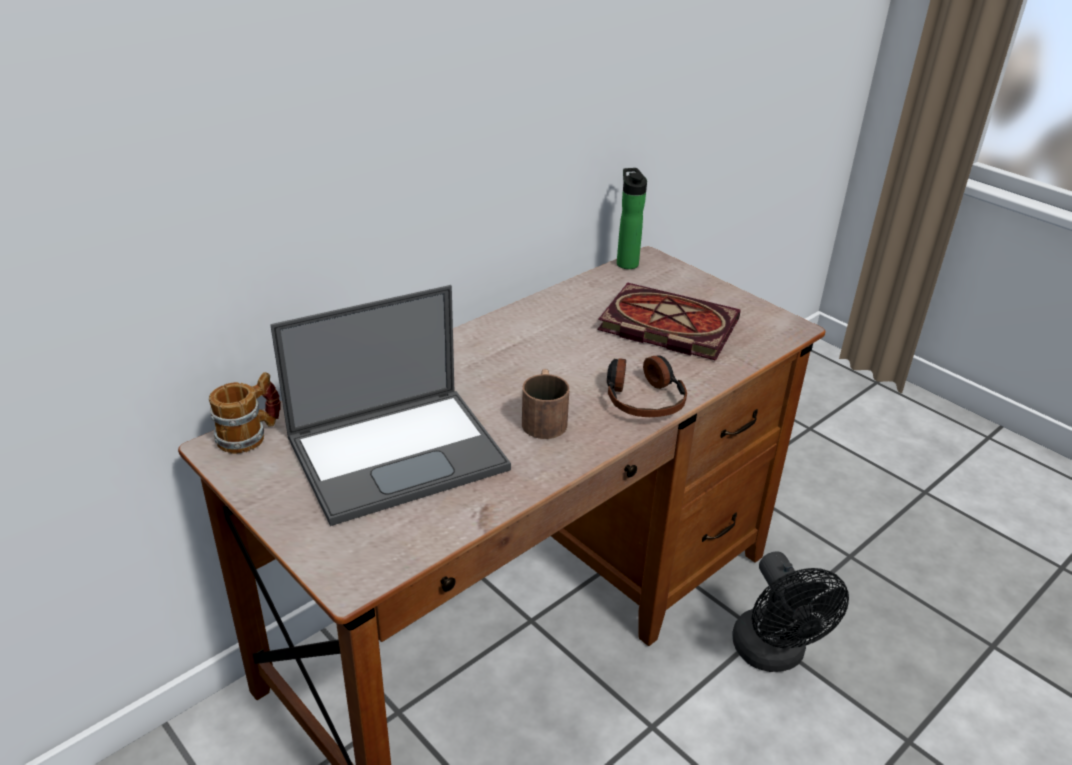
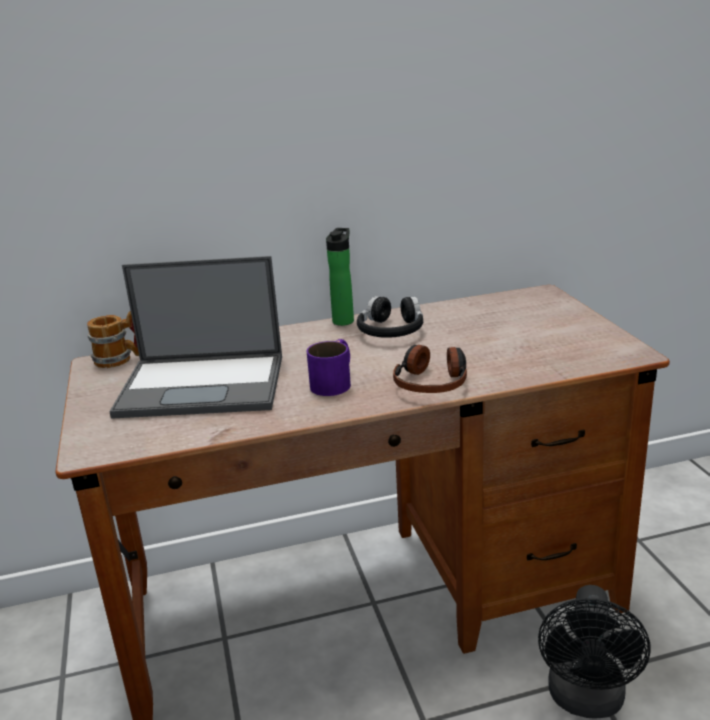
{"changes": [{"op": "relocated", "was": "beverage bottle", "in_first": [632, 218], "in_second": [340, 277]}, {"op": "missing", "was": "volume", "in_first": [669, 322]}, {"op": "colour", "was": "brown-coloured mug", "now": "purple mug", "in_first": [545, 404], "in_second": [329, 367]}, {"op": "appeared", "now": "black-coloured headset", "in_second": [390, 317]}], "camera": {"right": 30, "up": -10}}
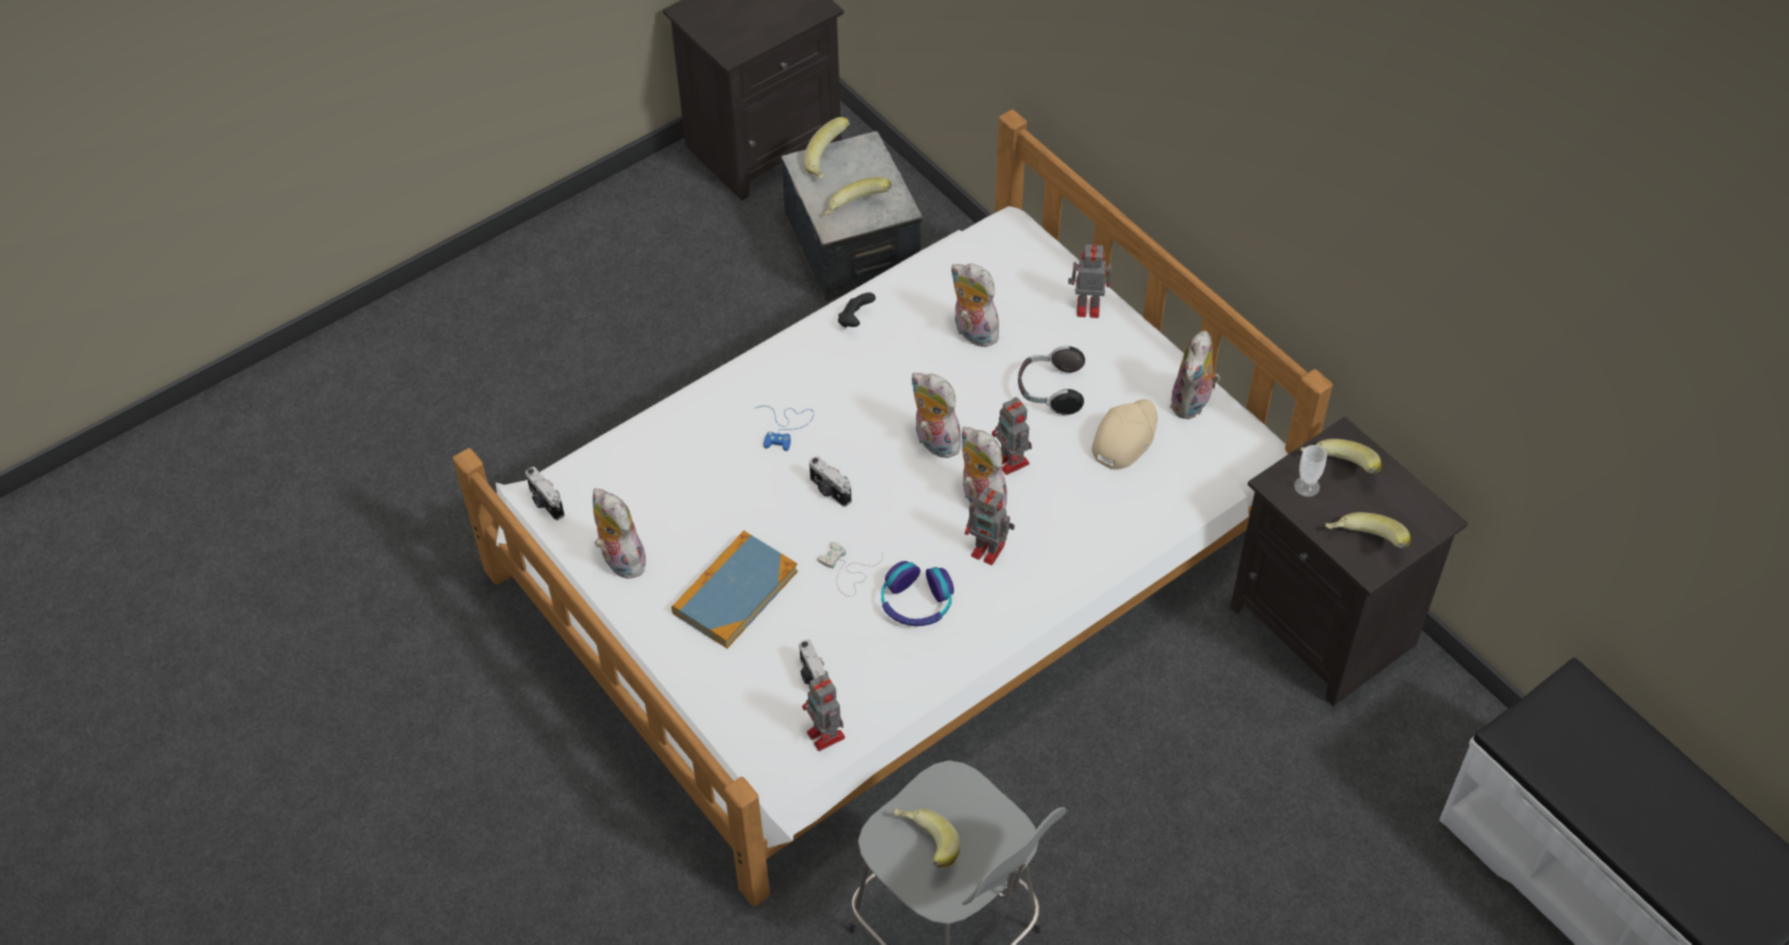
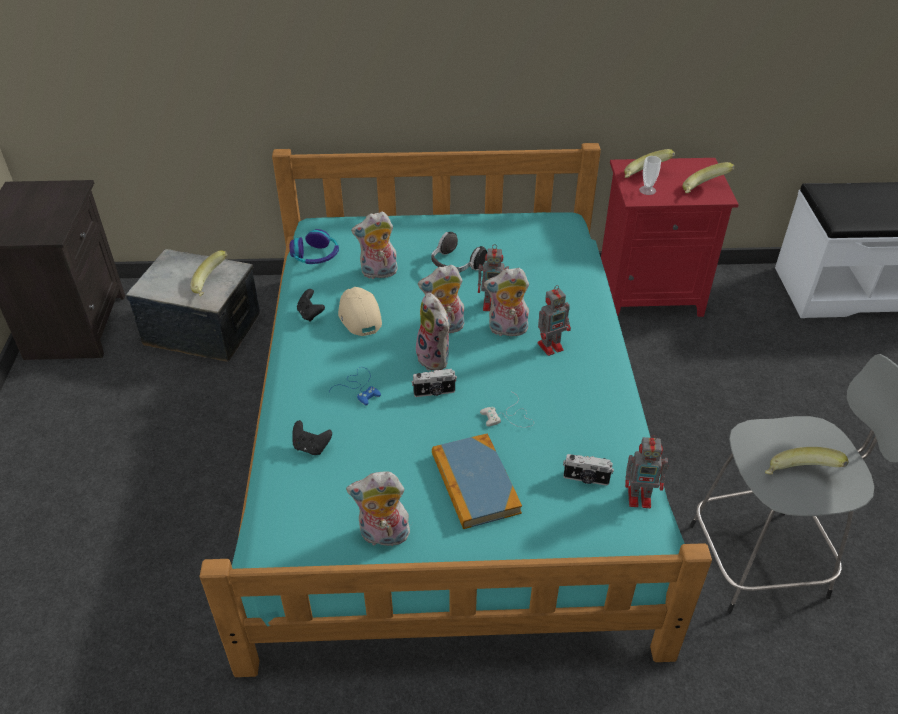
{"changes": [{"op": "colour", "was": "white-coloured sleeping bed", "now": "turquoise-coloured sleeping bed", "in_first": [893, 508], "in_second": [455, 410]}, {"op": "missing", "was": "whole banana", "in_first": [827, 148]}, {"op": "missing", "was": "robot figure", "in_first": [1090, 280]}, {"op": "relocated", "was": "cuddly toy", "in_first": [1195, 375], "in_second": [432, 332]}, {"op": "relocated", "was": "beige peaked cap", "in_first": [1125, 434], "in_second": [360, 311]}, {"op": "colour", "was": "black-coloured night table", "now": "red-coloured night table", "in_first": [1349, 561], "in_second": [670, 237]}, {"op": "missing", "was": "still camera", "in_first": [544, 493]}, {"op": "relocated", "was": "headset", "in_first": [917, 593], "in_second": [314, 246]}, {"op": "appeared", "now": "black-coloured game controller", "in_second": [312, 437]}], "camera": {"right": -55, "up": -10}}
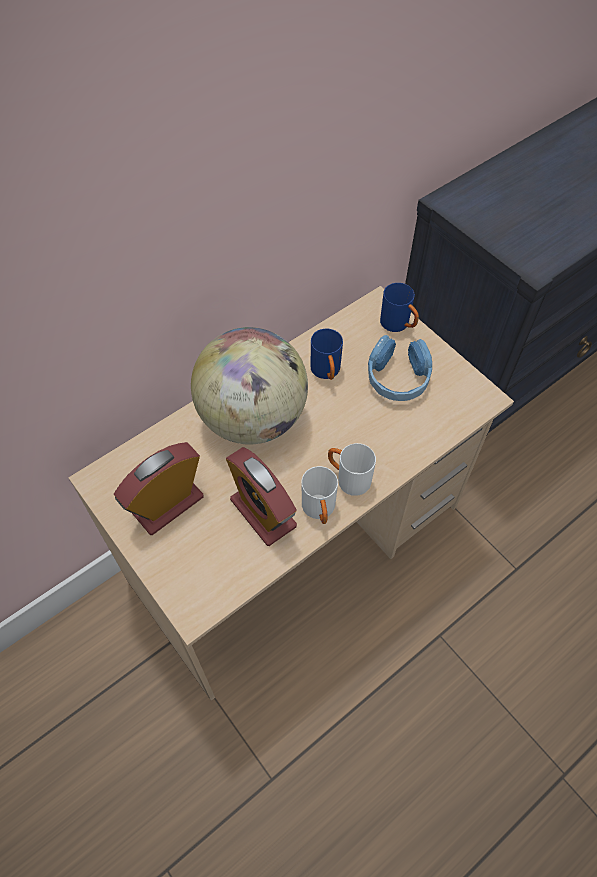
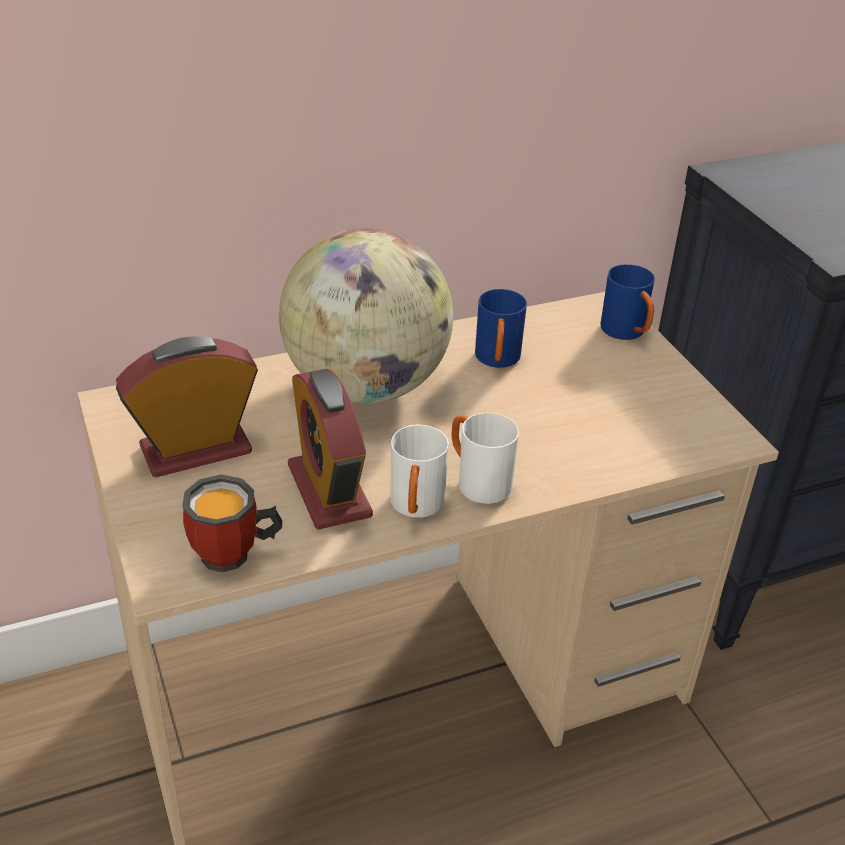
{"changes": [{"op": "missing", "was": "blue headset", "in_first": [400, 368]}, {"op": "appeared", "now": "mug", "in_second": [232, 523]}], "camera": {"right": 15, "up": -20}}
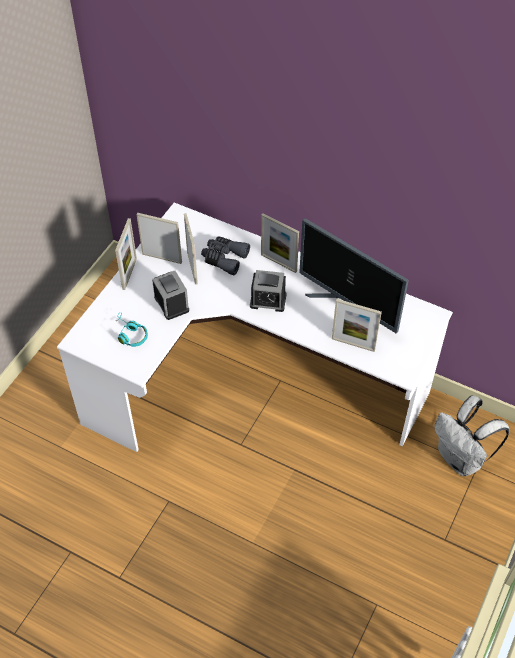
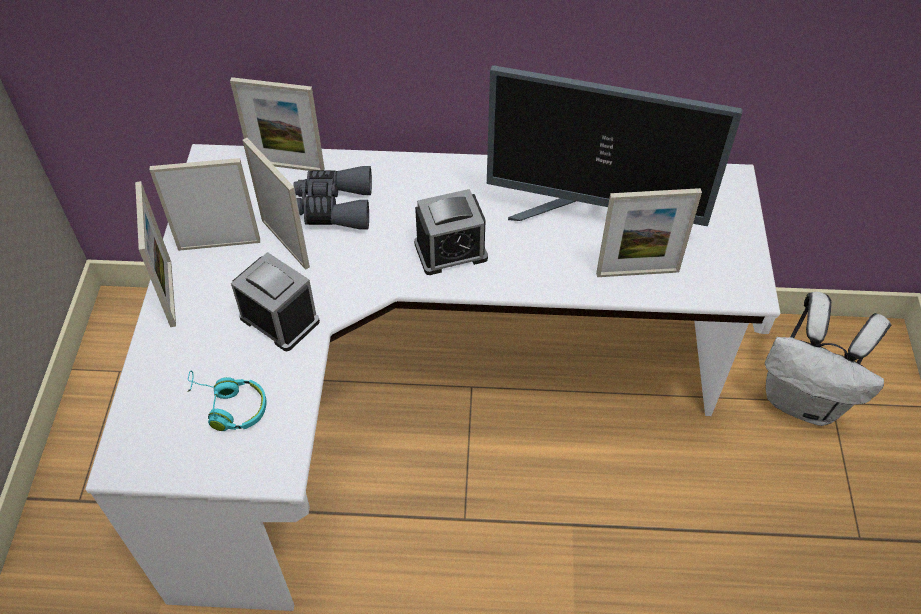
{"changes": [{"op": "relocated", "was": "picture frame", "in_first": [280, 243], "in_second": [277, 124]}], "camera": {"right": -25, "up": 0}}
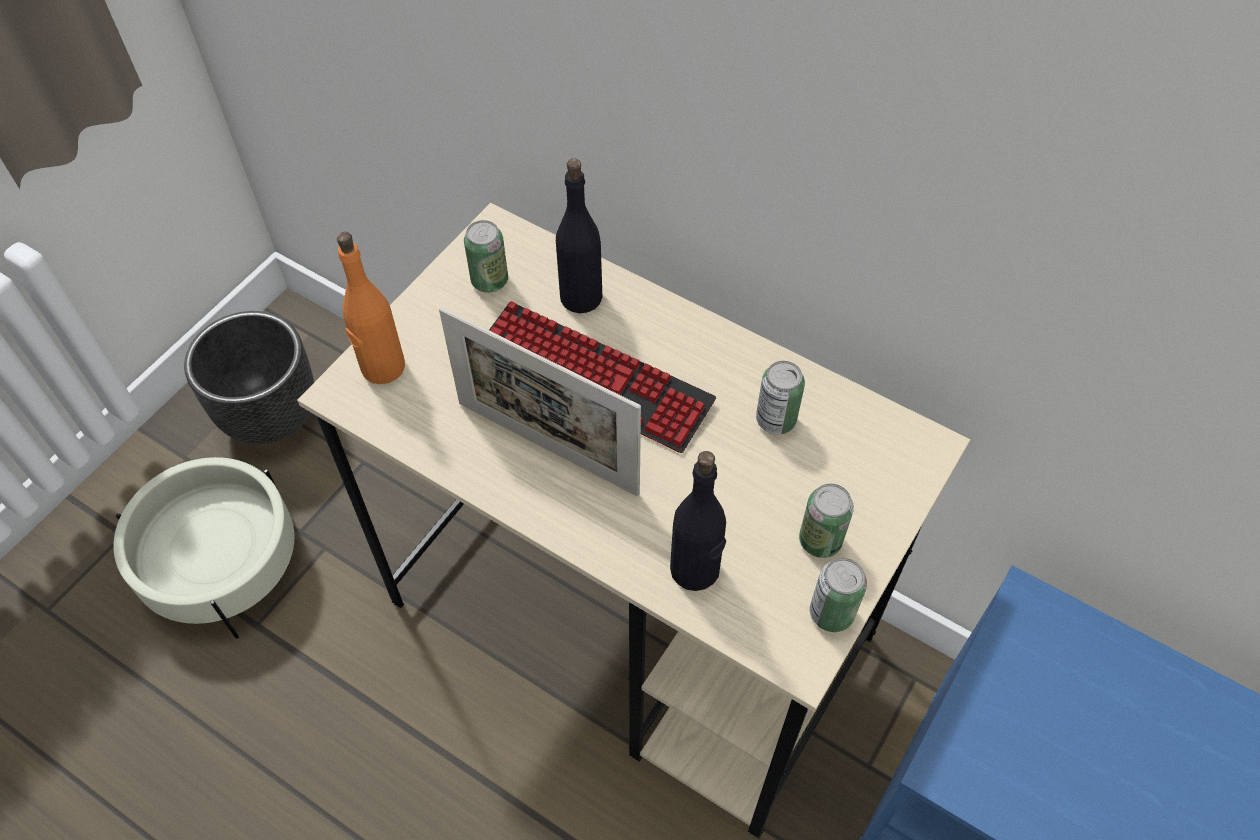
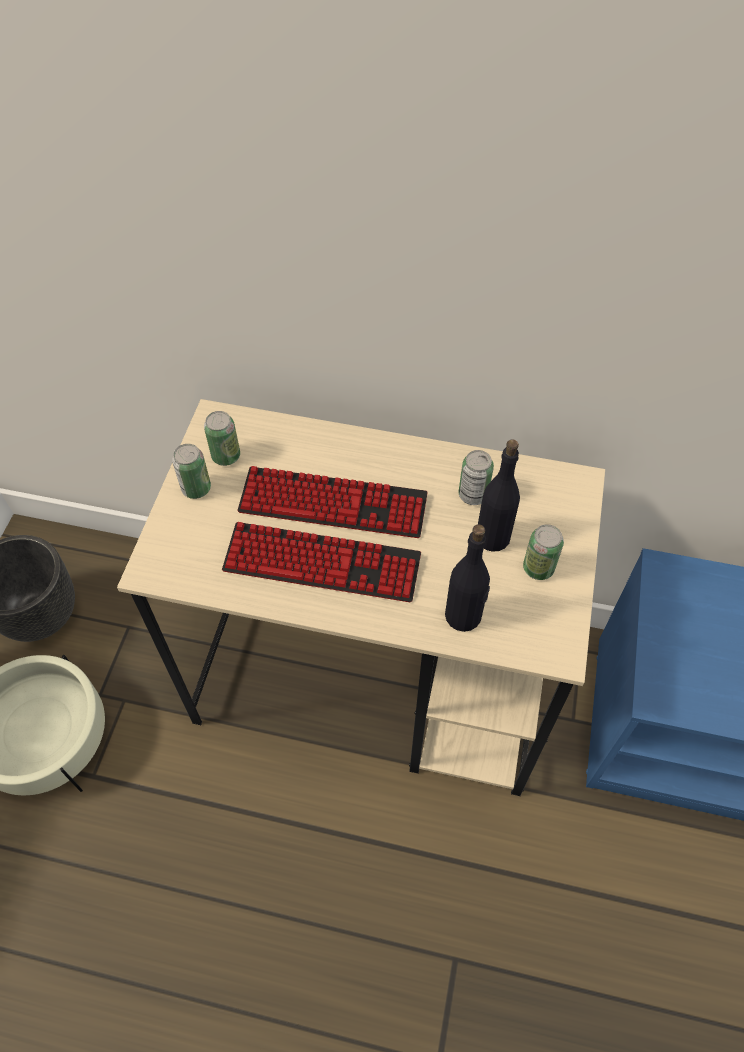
{"changes": [{"op": "relocated", "was": "black-coloured beverage bottle", "in_first": [579, 235], "in_second": [499, 495]}, {"op": "missing", "was": "orangey beverage bottle", "in_first": [371, 308]}, {"op": "exchanged", "was": "picture frame", "now": "keyboard", "in_first": [540, 401], "in_second": [321, 562]}, {"op": "relocated", "was": "sealed can", "in_first": [838, 595], "in_second": [191, 471]}], "camera": {"right": -20, "up": 0}}
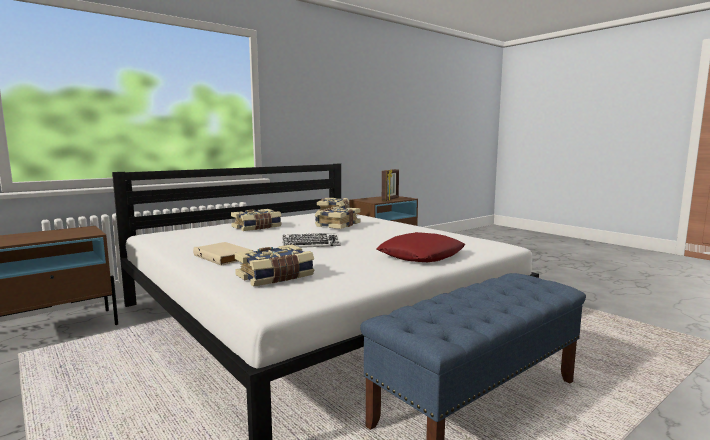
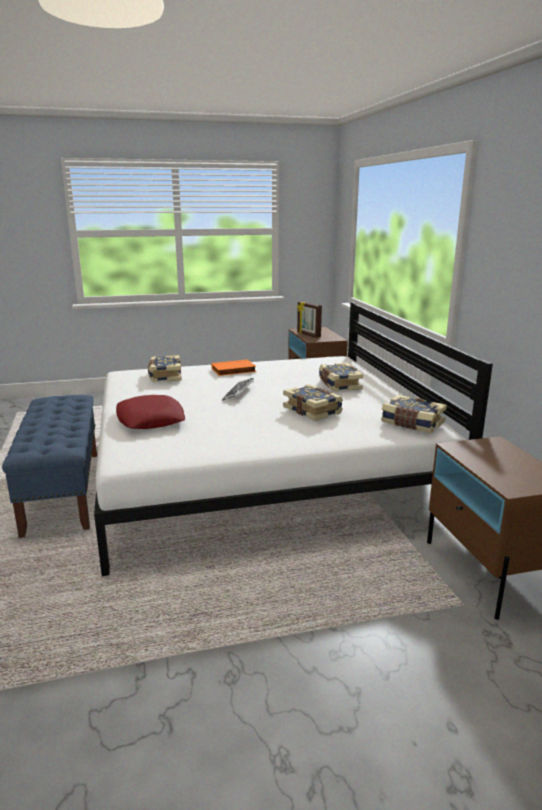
{"changes": [{"op": "relocated", "was": "picture frame", "in_first": [390, 185], "in_second": [309, 319]}, {"op": "colour", "was": "beige volume", "now": "orangey volume", "in_first": [223, 254], "in_second": [234, 367]}], "camera": {"right": 115, "up": 10}}
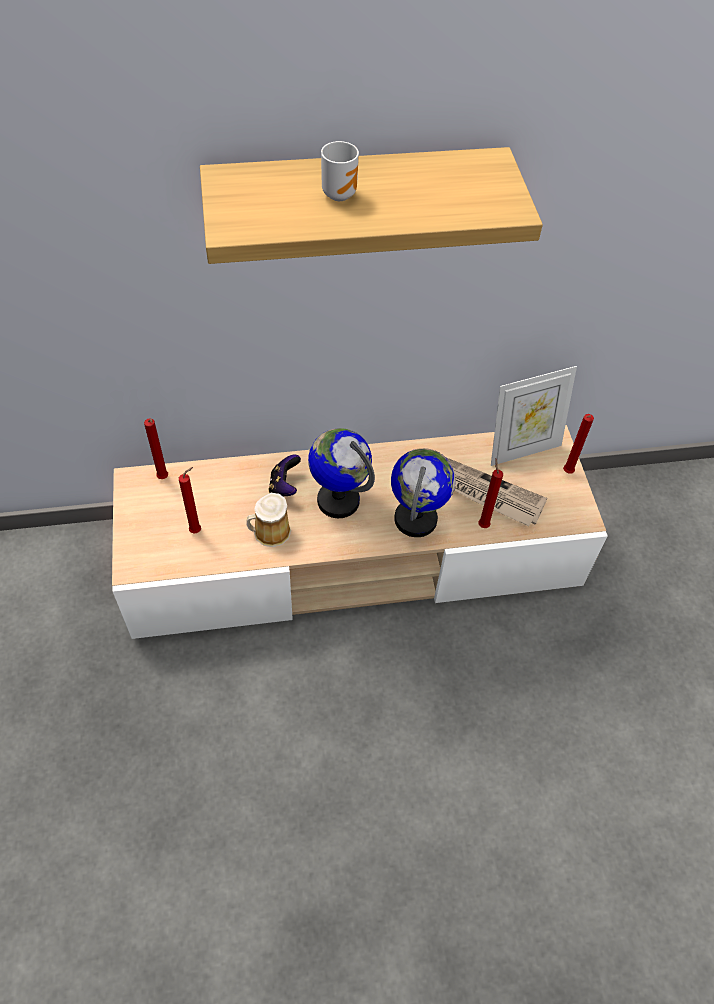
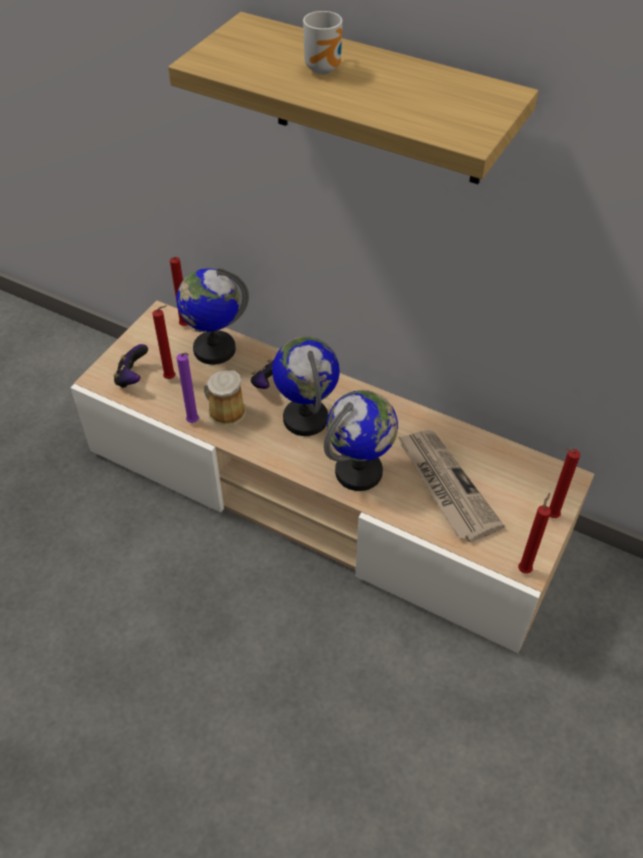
{"changes": [{"op": "missing", "was": "picture frame", "in_first": [534, 416]}, {"op": "relocated", "was": "red-coloured wax candle", "in_first": [490, 493], "in_second": [534, 533]}, {"op": "appeared", "now": "world globe", "in_second": [212, 316]}, {"op": "appeared", "now": "game controller", "in_second": [131, 366]}, {"op": "appeared", "now": "purple wax candle", "in_second": [188, 387]}], "camera": {"right": 40, "up": -5}}
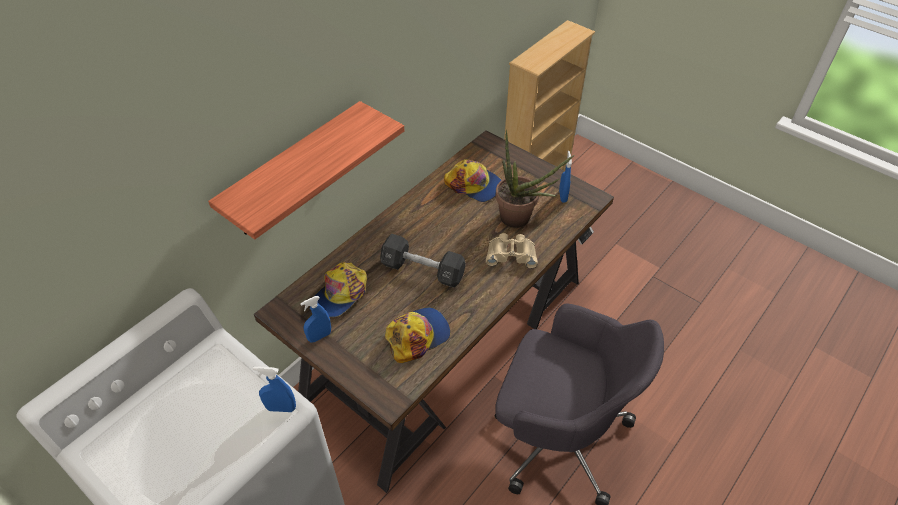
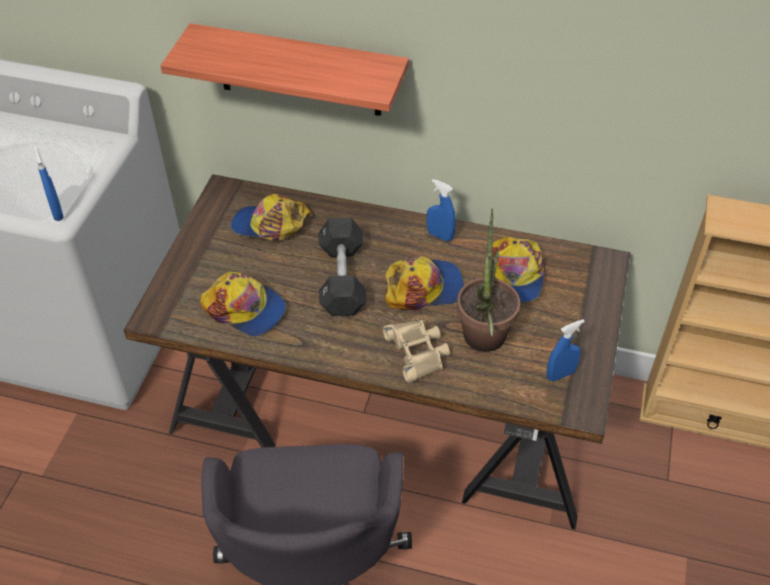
{"changes": [{"op": "relocated", "was": "blue hand sprayer", "in_first": [315, 319], "in_second": [441, 210]}, {"op": "appeared", "now": "peaked cap", "in_second": [424, 283]}], "camera": {"right": 65, "up": 0}}
